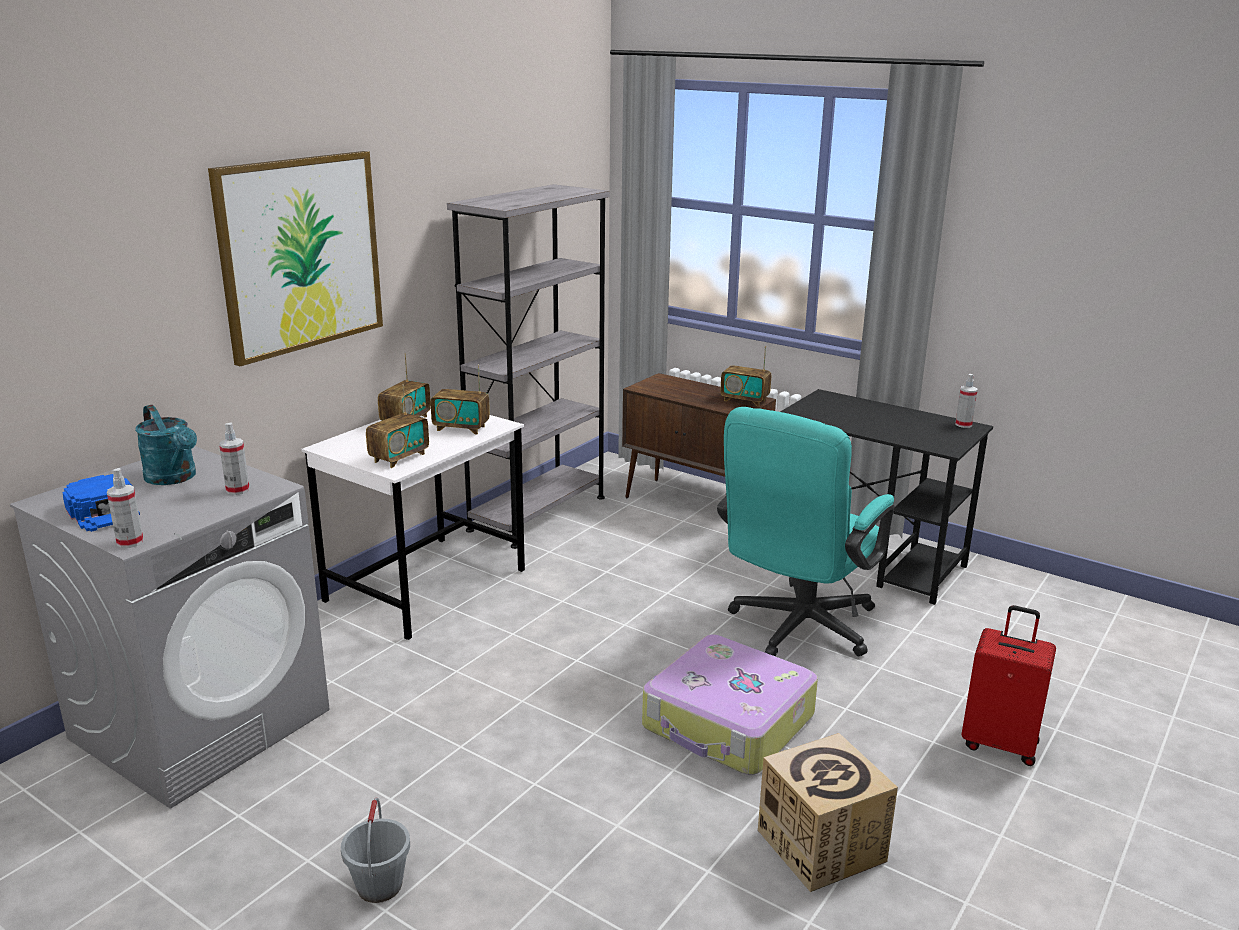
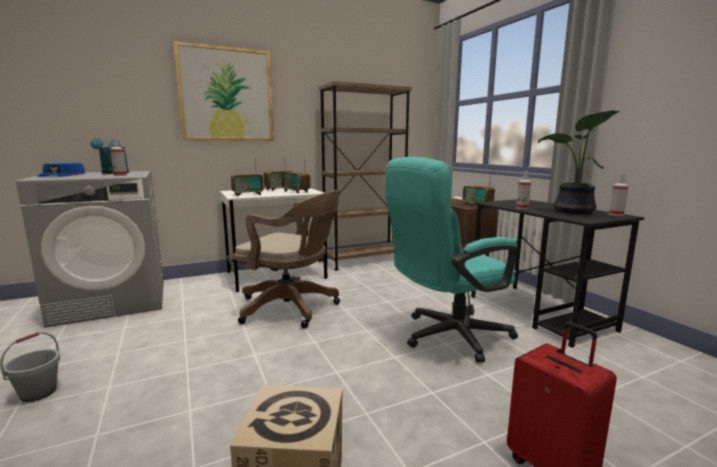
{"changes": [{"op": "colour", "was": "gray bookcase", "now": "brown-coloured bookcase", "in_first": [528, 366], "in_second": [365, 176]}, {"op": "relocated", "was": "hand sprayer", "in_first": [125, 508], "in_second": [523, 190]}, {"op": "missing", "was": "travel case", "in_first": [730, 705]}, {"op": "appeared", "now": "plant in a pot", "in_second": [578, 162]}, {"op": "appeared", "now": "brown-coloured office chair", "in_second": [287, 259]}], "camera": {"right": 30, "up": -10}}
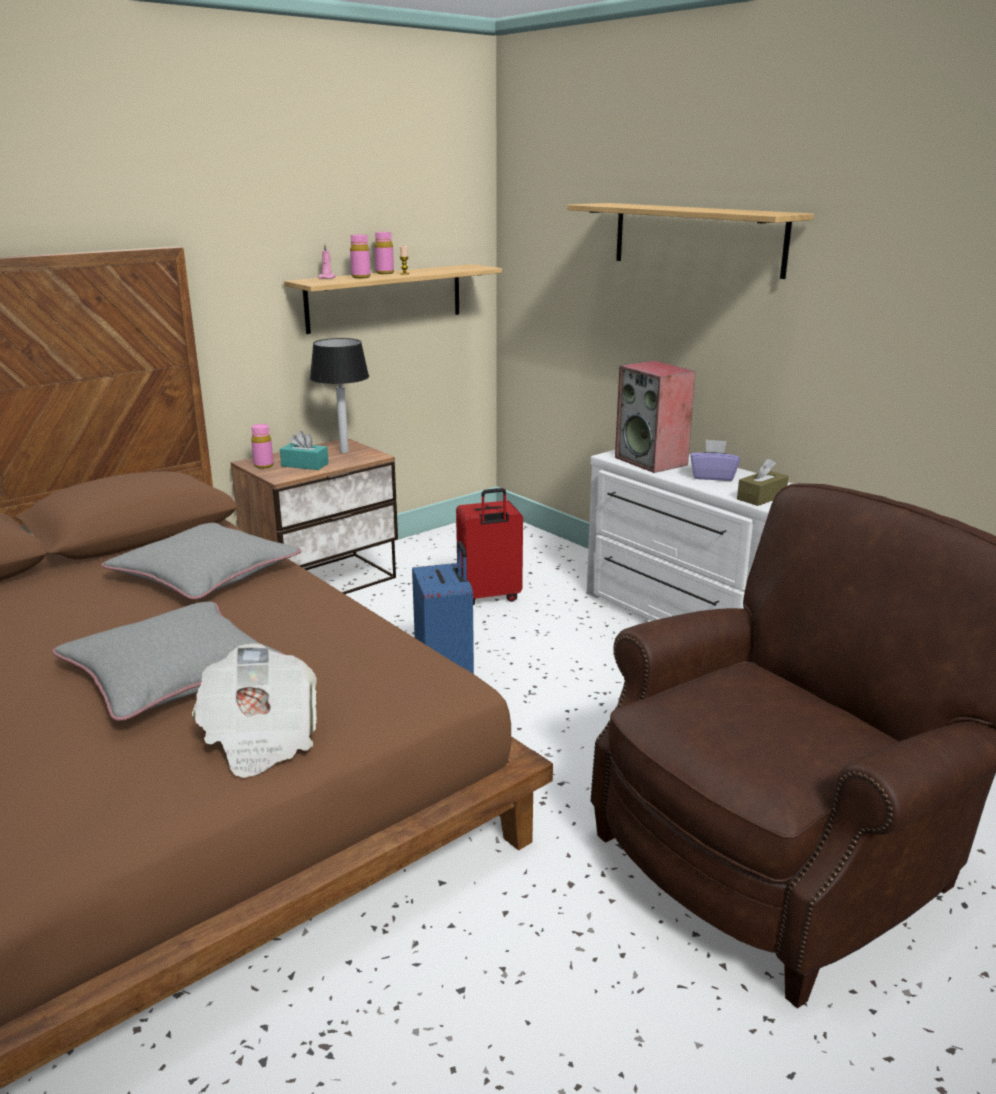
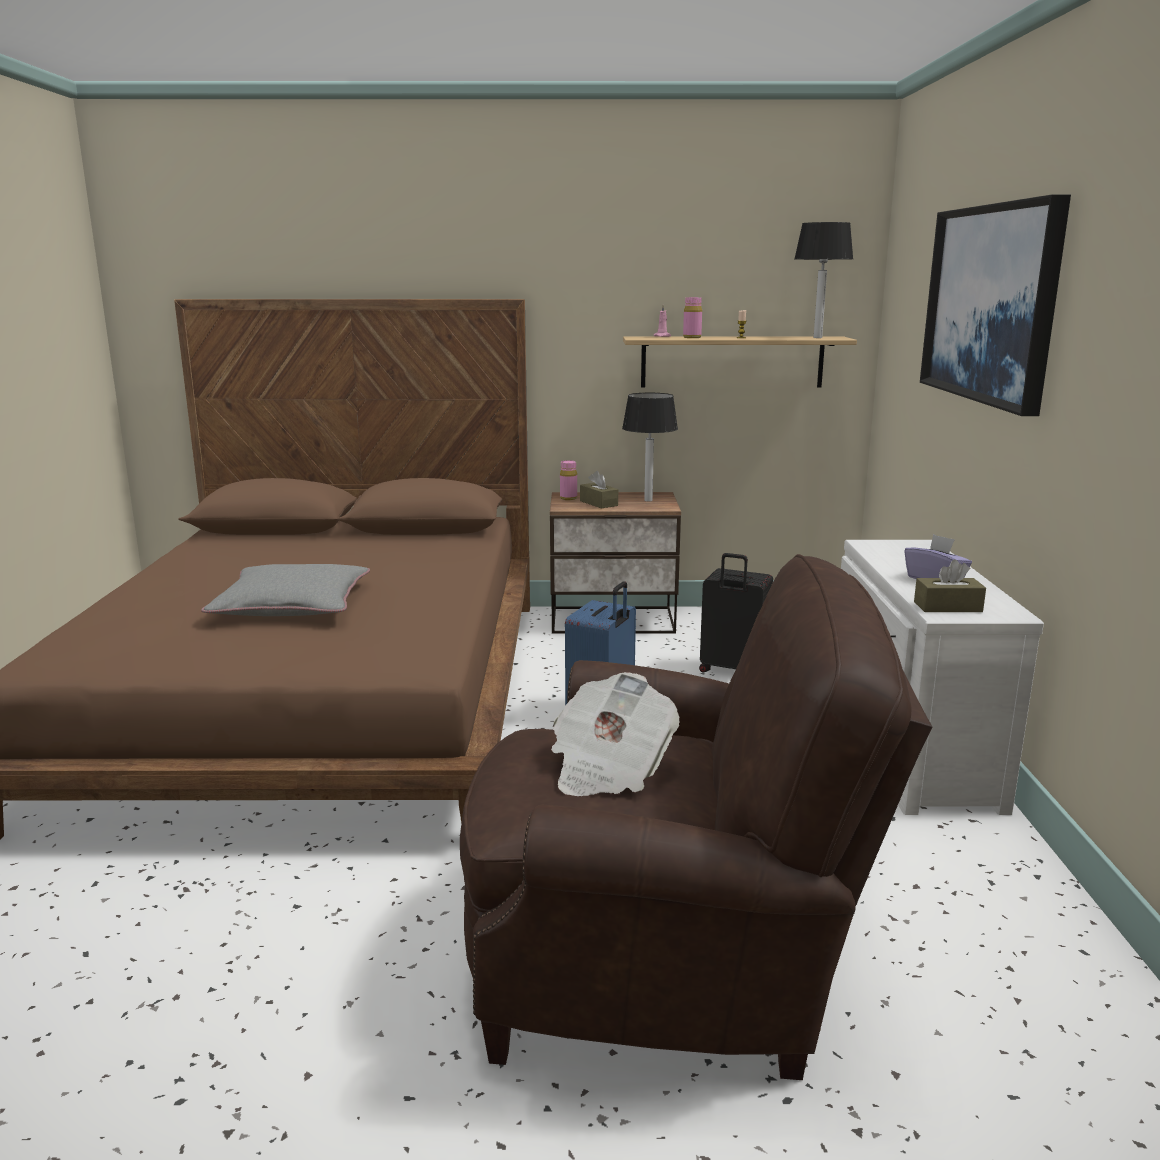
{"changes": [{"op": "exchanged", "was": "bracket shelf", "now": "picture", "in_first": [690, 241], "in_second": [995, 305]}, {"op": "missing", "was": "pink beverage bottle", "in_first": [384, 253]}, {"op": "missing", "was": "speaker", "in_first": [655, 417]}, {"op": "colour", "was": "turquoise-coloured tissue holder", "now": "brown-coloured tissue holder", "in_first": [304, 450], "in_second": [599, 490]}, {"op": "colour", "was": "red-coloured travel case", "now": "black-coloured travel case", "in_first": [489, 546], "in_second": [736, 613]}, {"op": "missing", "was": "gray cushion", "in_first": [201, 561]}, {"op": "relocated", "was": "newspaper", "in_first": [254, 710], "in_second": [615, 734]}, {"op": "appeared", "now": "tabletop lamp", "in_second": [824, 280]}], "camera": {"right": 40, "up": -5}}
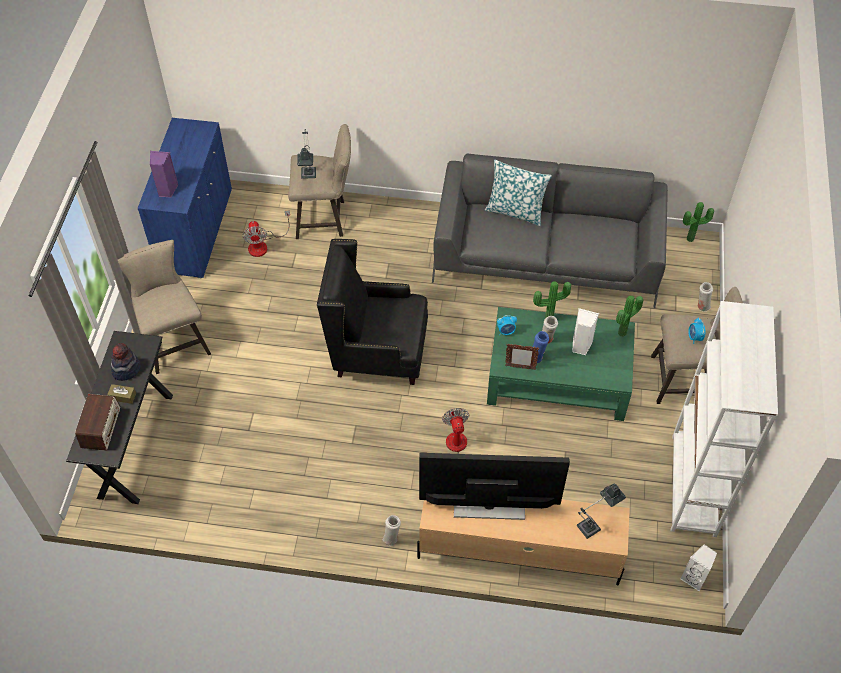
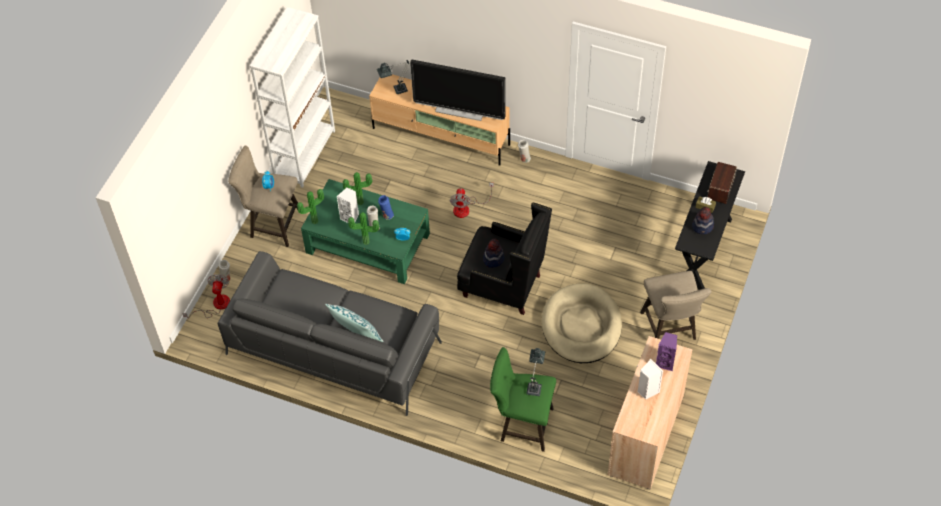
{"changes": [{"op": "colour", "was": "blue cupboard", "now": "beige cupboard", "in_first": [185, 198], "in_second": [650, 413]}, {"op": "colour", "was": "beige stool seat", "now": "green-coloured stool seat", "in_first": [319, 181], "in_second": [523, 399]}, {"op": "relocated", "was": "plant in a pot", "in_first": [698, 222], "in_second": [357, 188]}, {"op": "relocated", "was": "fan", "in_first": [266, 233], "in_second": [206, 296]}, {"op": "missing", "was": "picture frame", "in_first": [522, 357]}, {"op": "relocated", "was": "white-coloured speaker", "in_first": [698, 567], "in_second": [650, 379]}, {"op": "appeared", "now": "hat", "in_second": [494, 253]}, {"op": "appeared", "now": "beige dog cushion", "in_second": [582, 323]}], "camera": {"right": -165, "up": 0}}
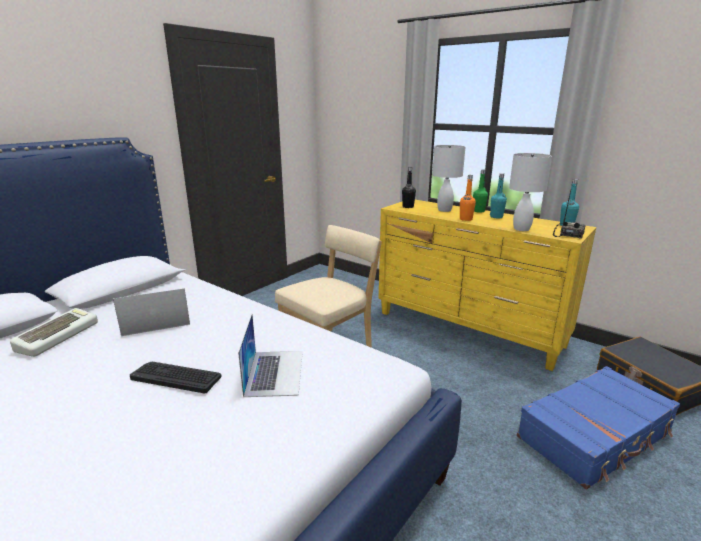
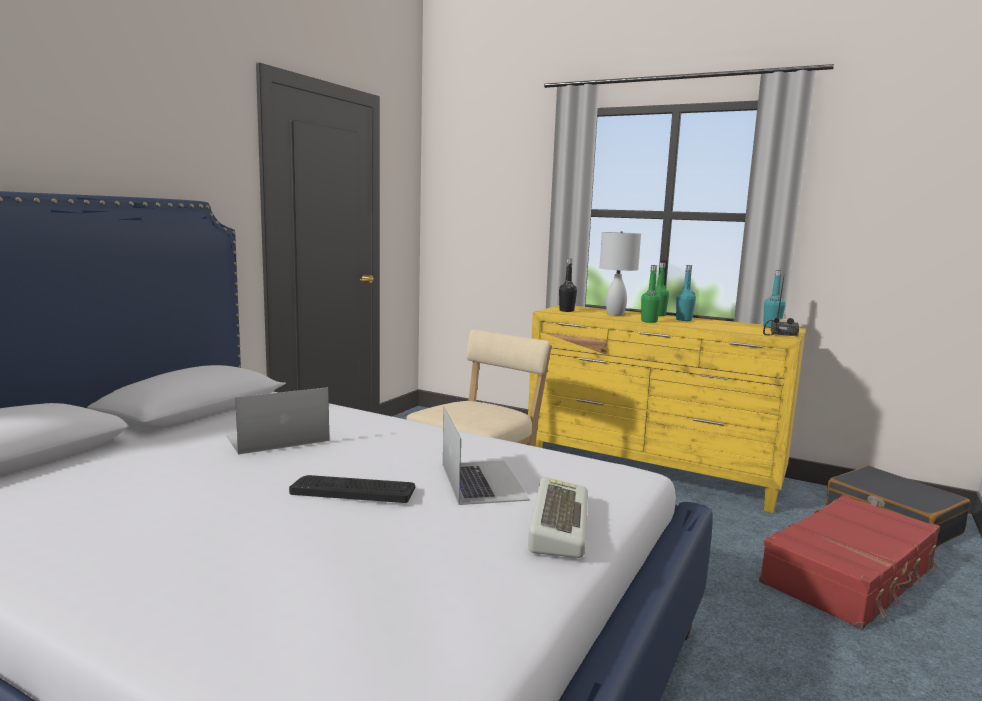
{"changes": [{"op": "missing", "was": "white-coloured tabletop lamp", "in_first": [530, 192]}, {"op": "colour", "was": "orangey beverage bottle", "now": "green-coloured beverage bottle", "in_first": [468, 198], "in_second": [651, 294]}, {"op": "relocated", "was": "keyboard", "in_first": [54, 332], "in_second": [558, 517]}, {"op": "colour", "was": "blue travel case", "now": "red-coloured travel case", "in_first": [598, 427], "in_second": [849, 562]}], "camera": {"right": -10, "up": -10}}
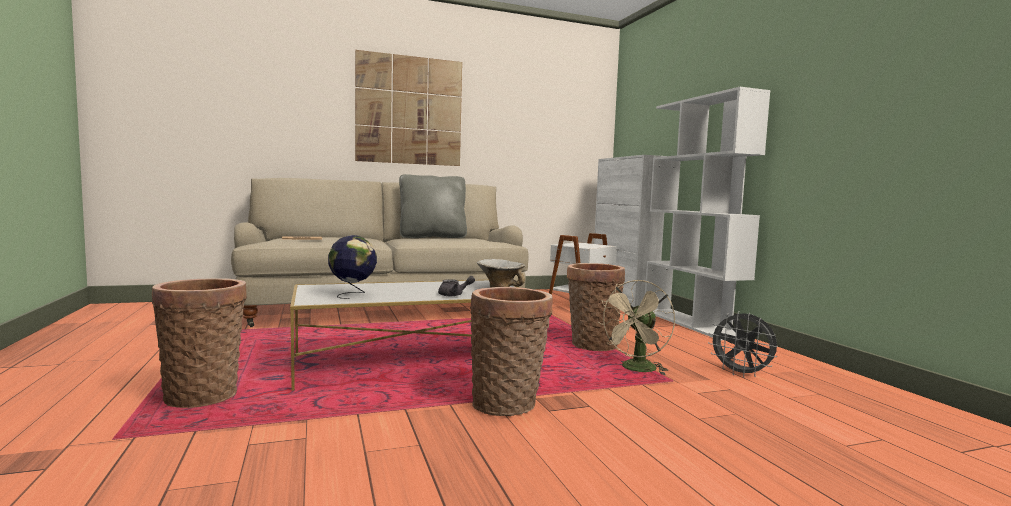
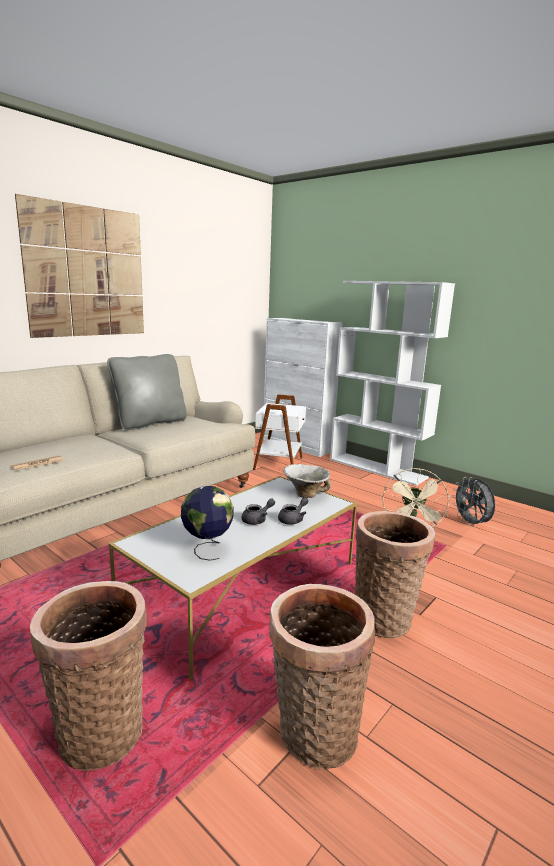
{"changes": [{"op": "relocated", "was": "basket", "in_first": [596, 307], "in_second": [322, 676]}, {"op": "spun", "was": "gray fan", "in_first": [743, 344], "in_second": [473, 502], "clockwise": 60}, {"op": "appeared", "now": "gray tea pot", "in_second": [258, 511]}], "camera": {"right": -30, "up": 10}}
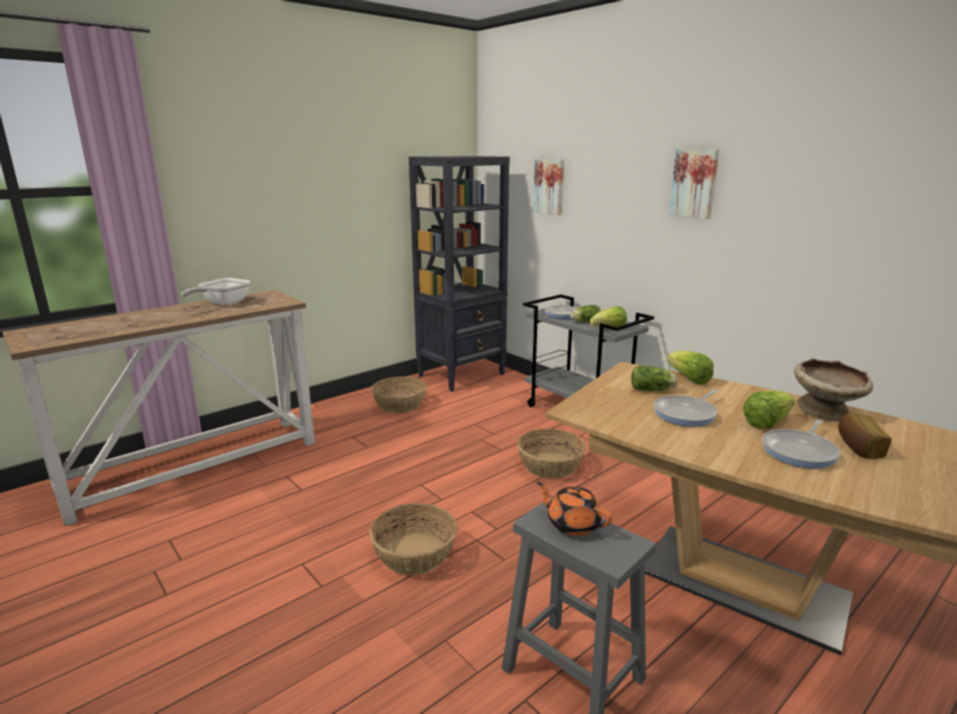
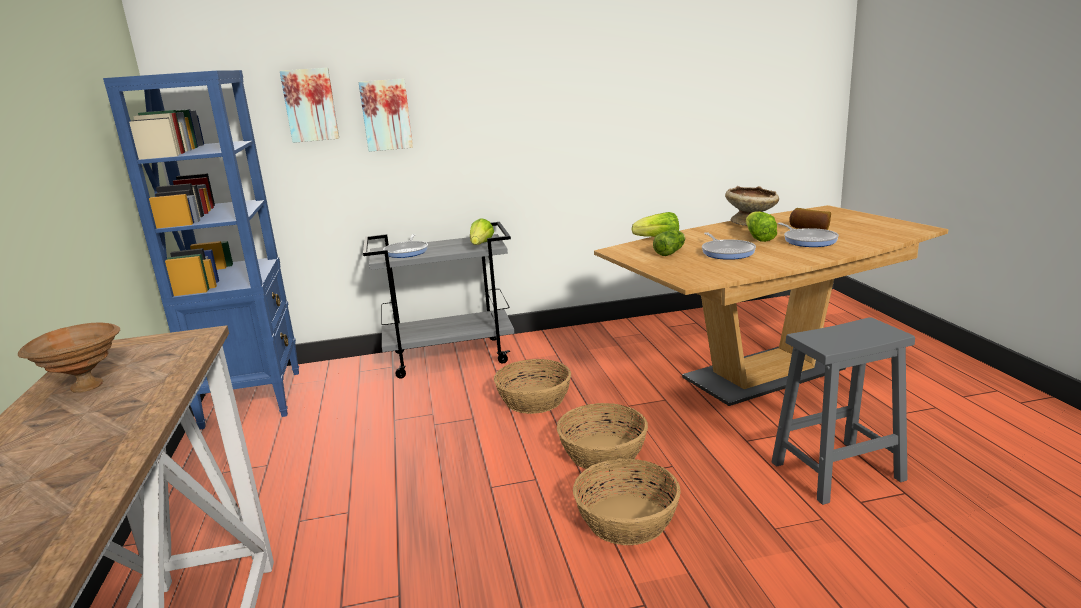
{"changes": [{"op": "relocated", "was": "picture", "in_first": [694, 184], "in_second": [386, 115]}, {"op": "colour", "was": "black-coloured bookcase", "now": "blue bookcase", "in_first": [459, 274], "in_second": [201, 249]}, {"op": "exchanged", "was": "frying pan", "now": "brown-coloured serving bowl", "in_first": [216, 291], "in_second": [69, 358]}, {"op": "missing", "was": "lettuce", "in_first": [585, 313]}, {"op": "relocated", "was": "basket", "in_first": [399, 394], "in_second": [602, 437]}, {"op": "missing", "was": "orangey tea pot", "in_first": [574, 509]}], "camera": {"right": -60, "up": 0}}
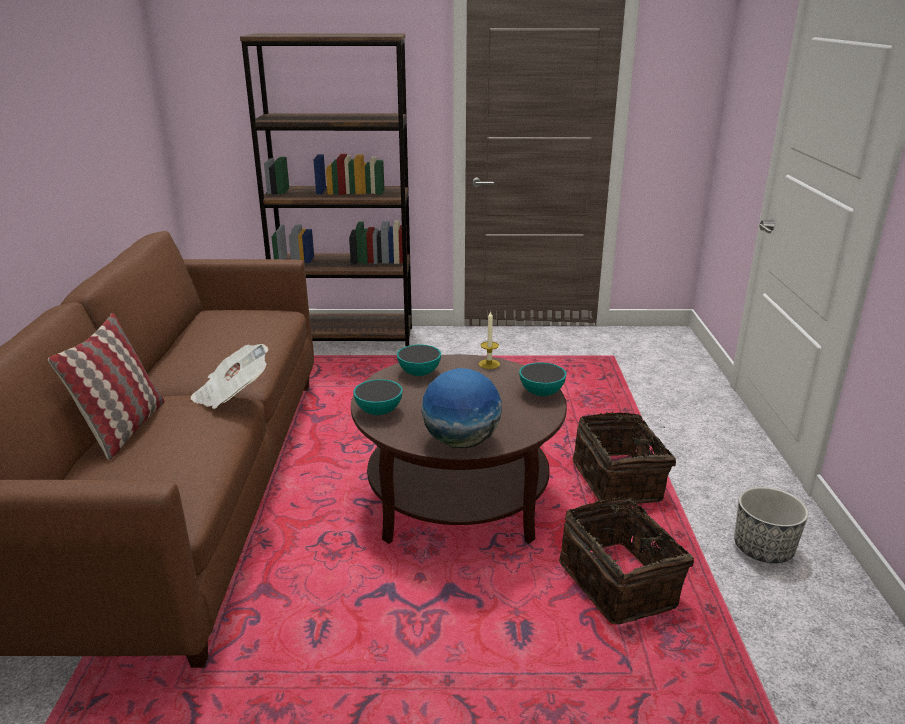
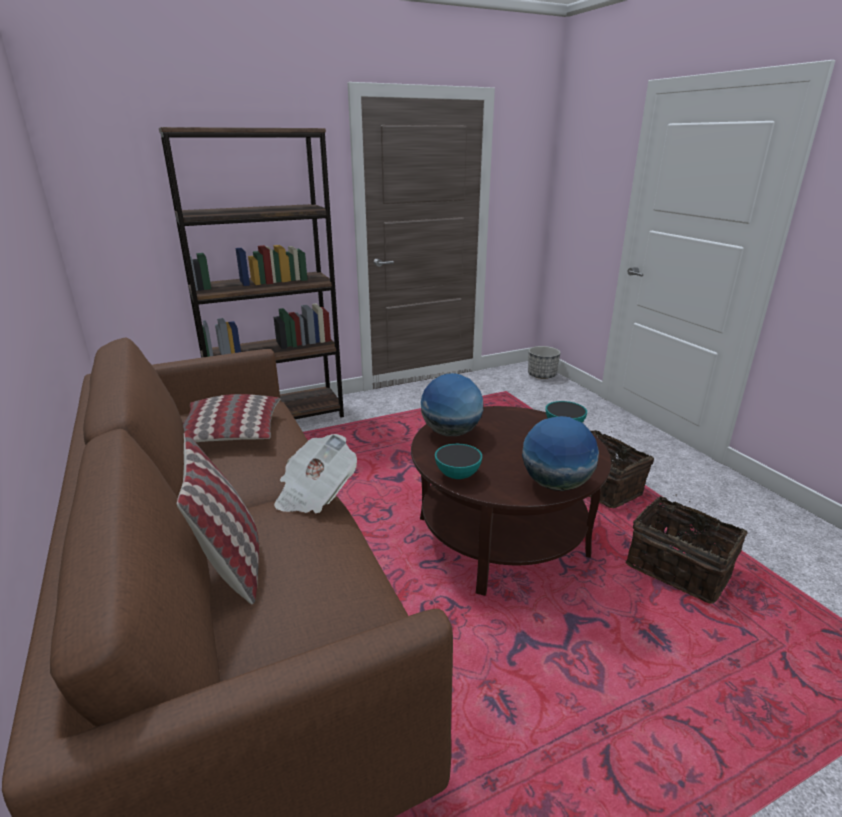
{"changes": [{"op": "missing", "was": "wax candle", "in_first": [489, 339]}, {"op": "exchanged", "was": "serving bowl", "now": "world globe", "in_first": [419, 360], "in_second": [452, 404]}, {"op": "relocated", "was": "plant pot", "in_first": [771, 525], "in_second": [544, 362]}, {"op": "appeared", "now": "cushion", "in_second": [231, 418]}], "camera": {"right": -25, "up": 0}}
